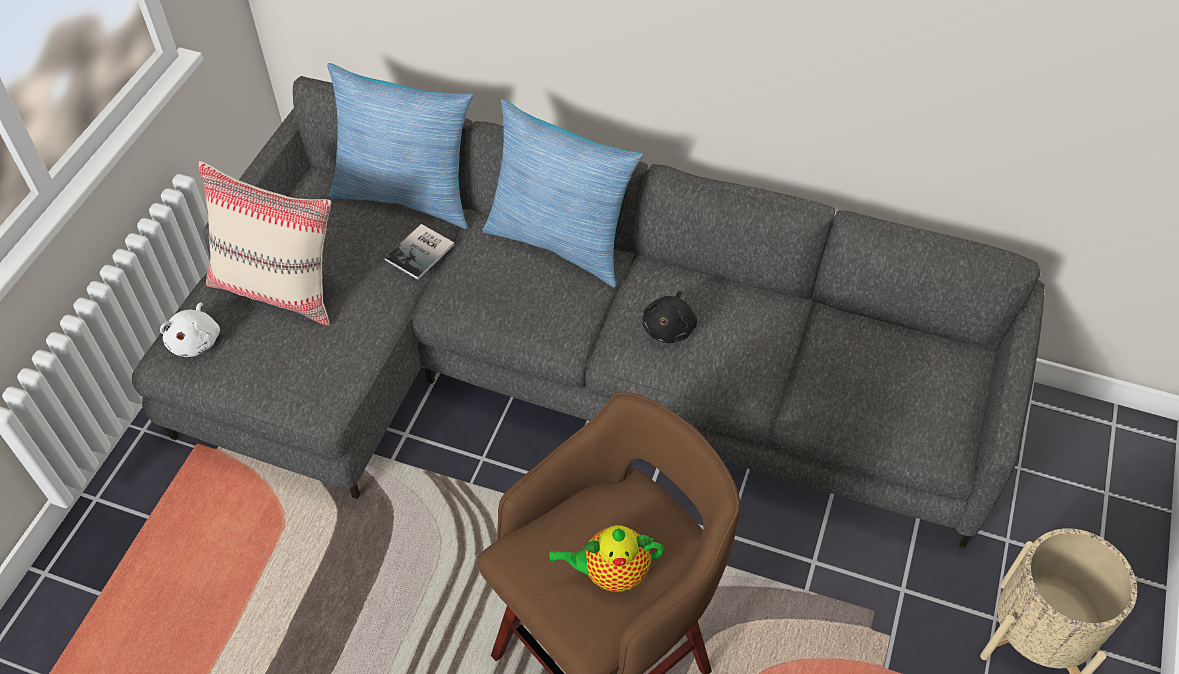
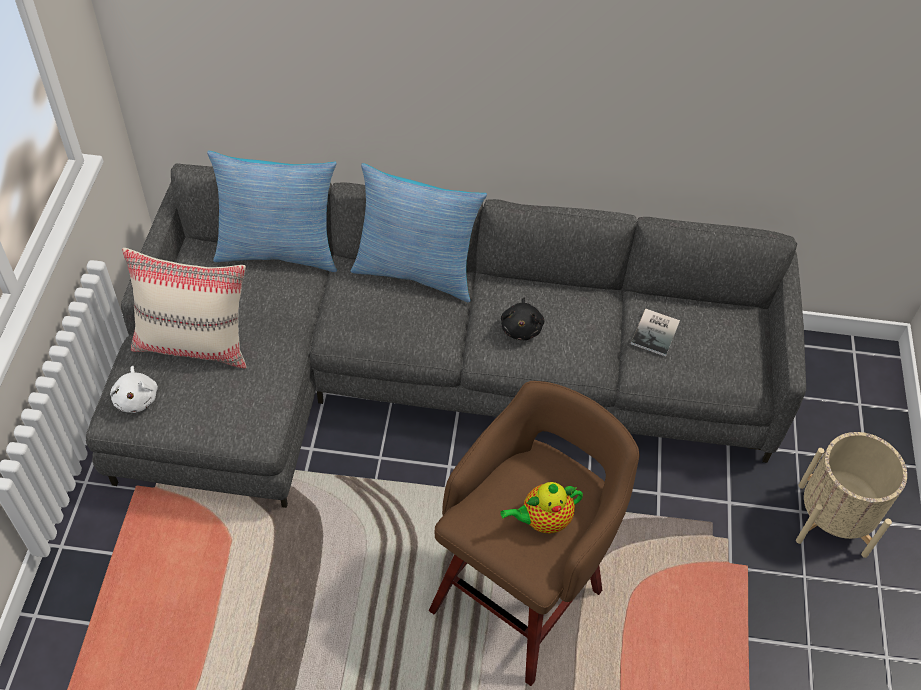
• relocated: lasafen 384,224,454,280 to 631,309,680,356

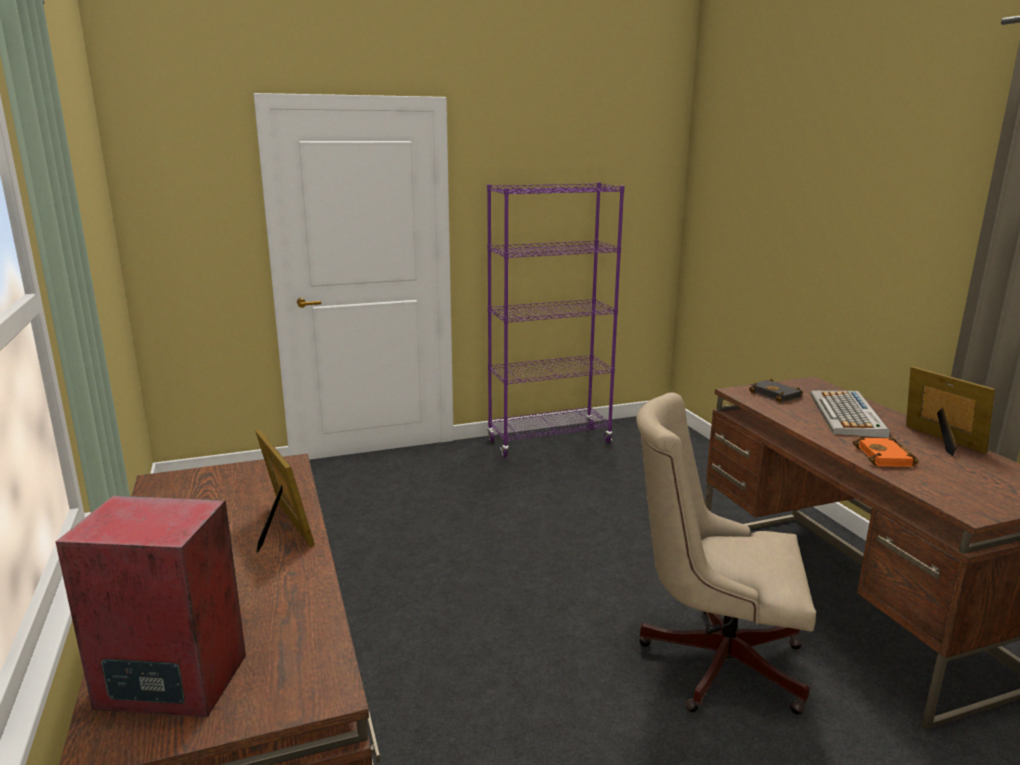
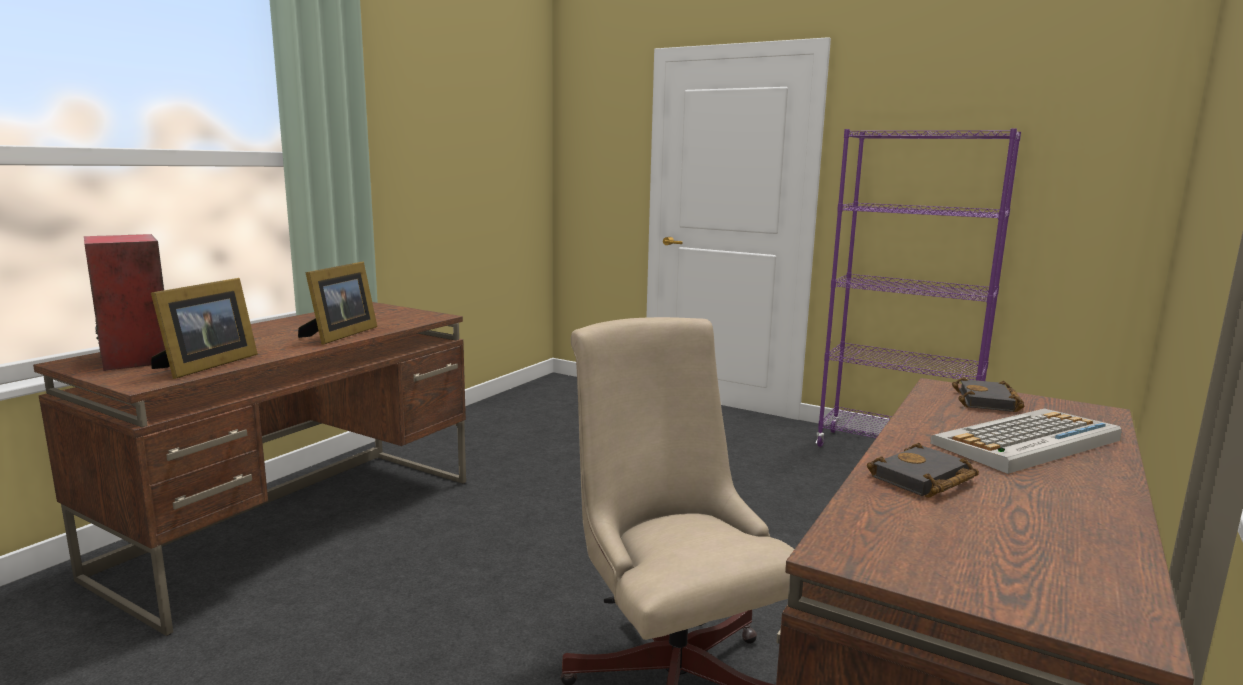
• relocated: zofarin 906,366,995,456 to 151,278,258,379
• colour: orange_lasafen 852,437,919,467 to black_lasafen 867,443,979,497

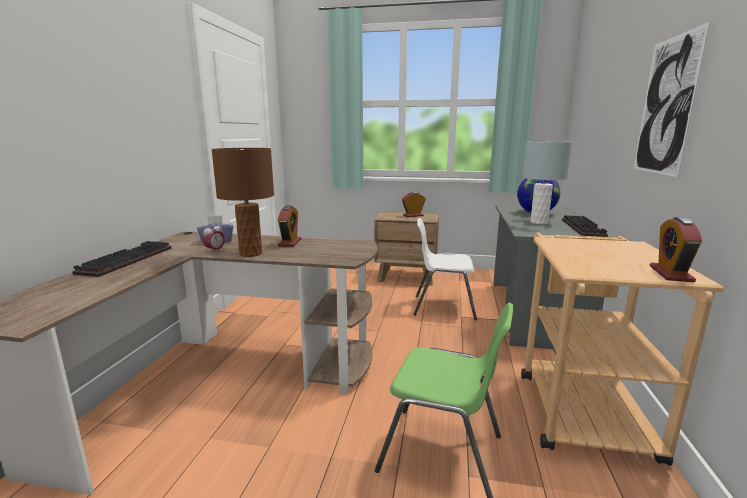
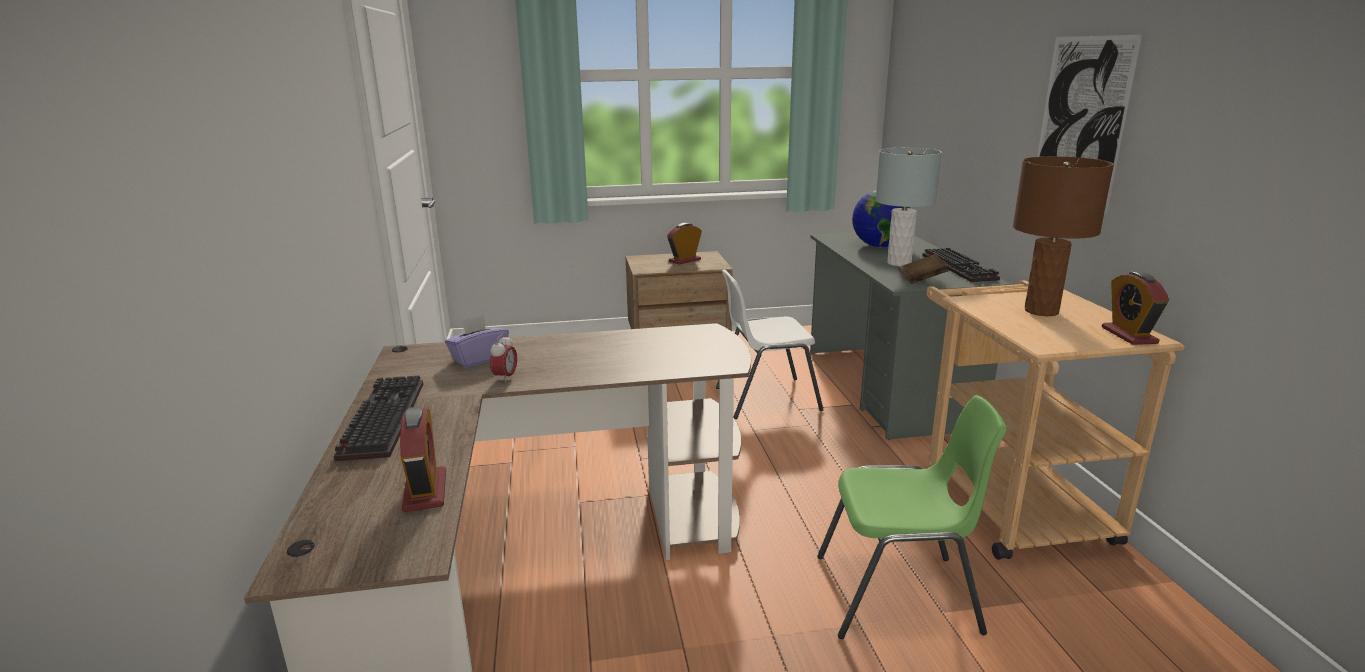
• appeared: brown_lasafen 899,254,948,284
• relocated: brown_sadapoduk 211,148,274,257 to 1013,156,1114,316
• relocated: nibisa 278,205,302,247 to 400,406,446,512

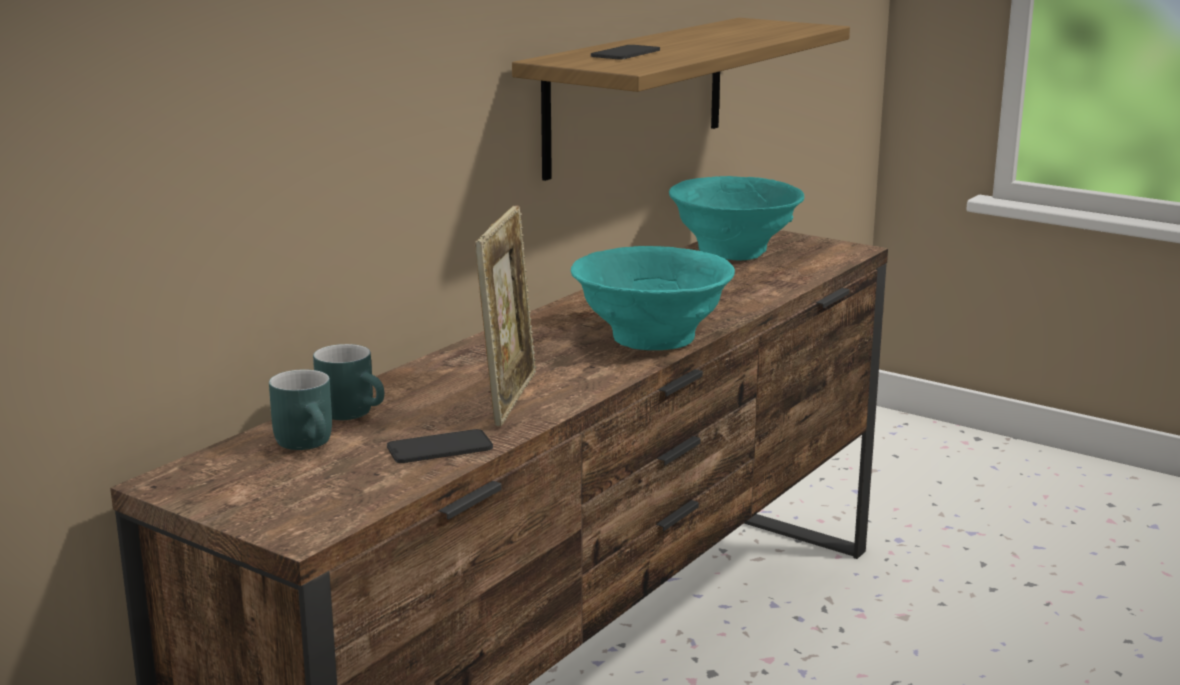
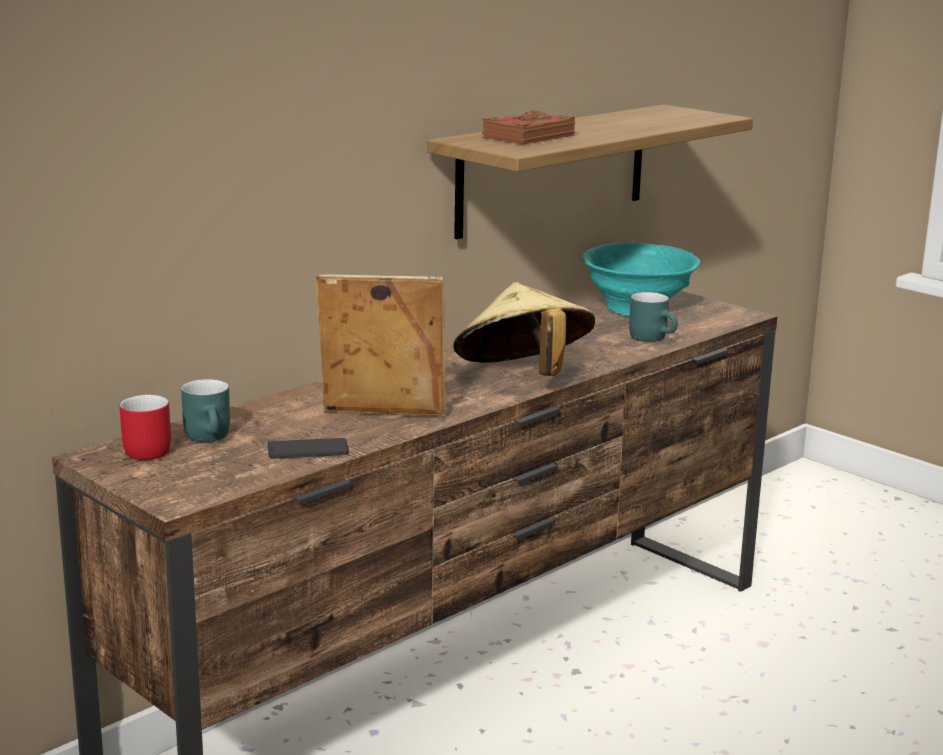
• appeared: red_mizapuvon 119,395,171,460
• relocated: turquoise_mizapuvon 313,344,384,420 to 629,292,678,342
• exchanged: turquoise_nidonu 571,246,735,350 to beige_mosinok 453,282,595,376
• exchanged: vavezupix 591,45,660,59 to brown_lasafen 482,111,575,145
• spun: zofarin 475,205,537,427 = 315,274,446,417 105 degrees counterclockwise

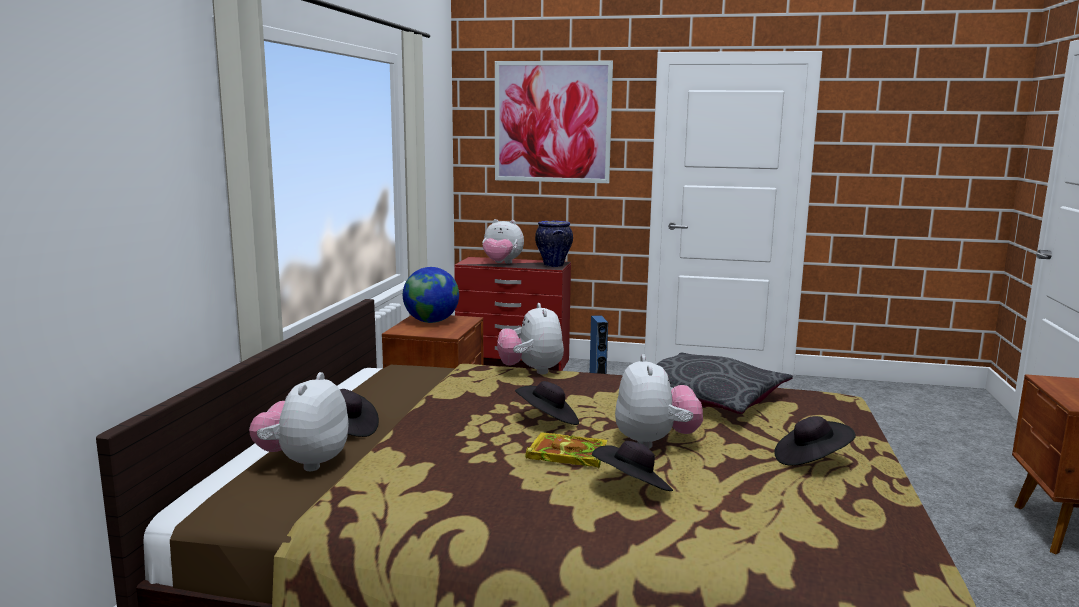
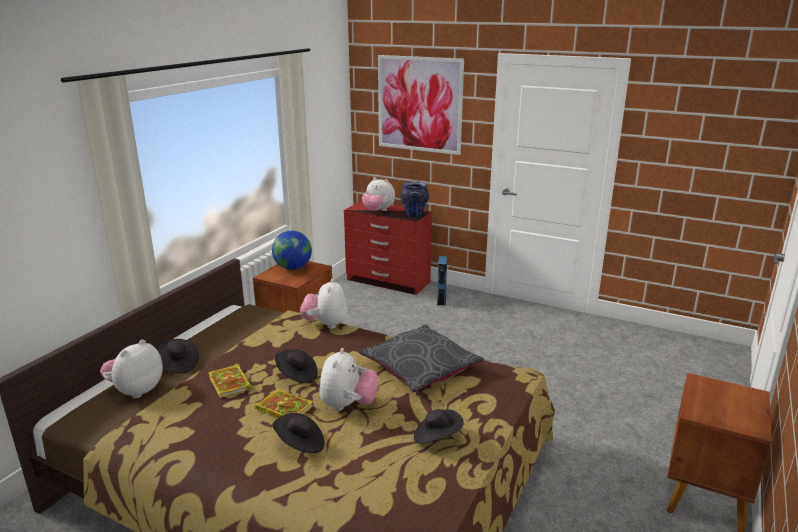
• appeared: lasafen 208,364,253,398

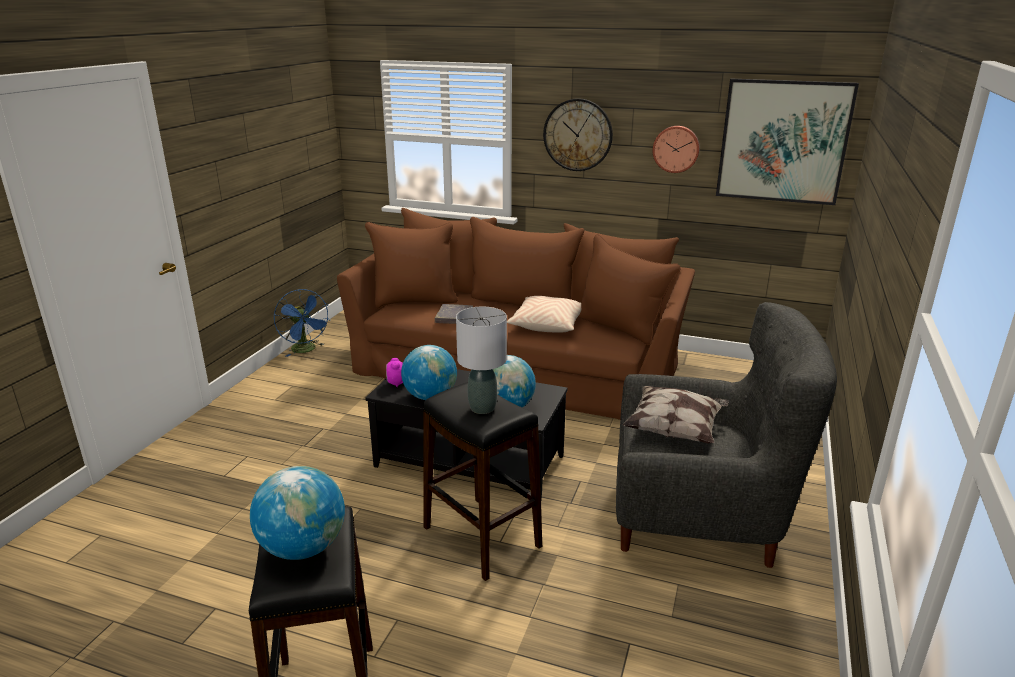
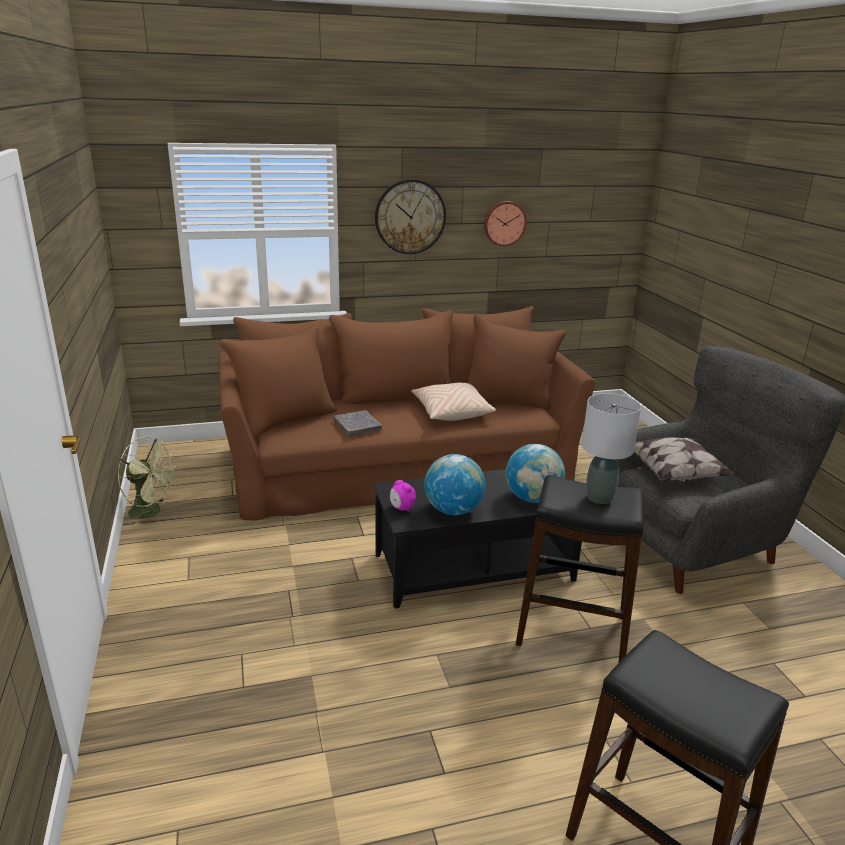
• missing: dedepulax 250,466,345,560
• missing: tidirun 716,79,859,205
• colour: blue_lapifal 274,289,331,357 to green_lapifal 118,437,179,527

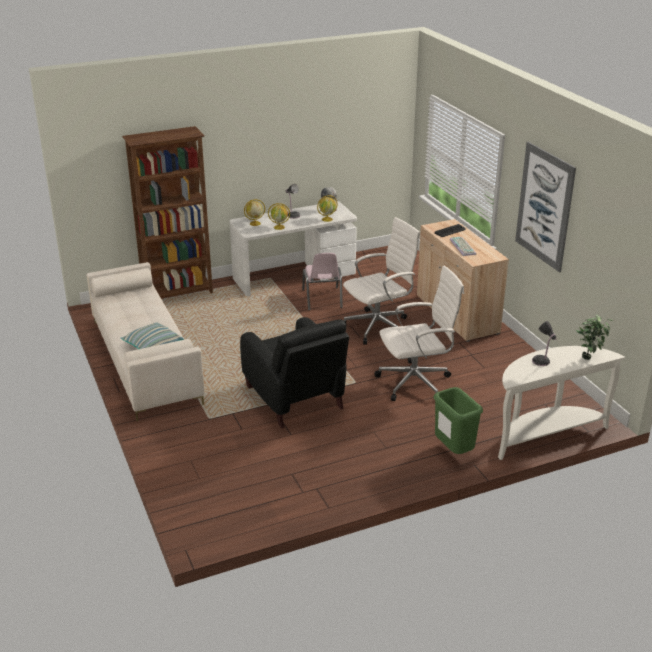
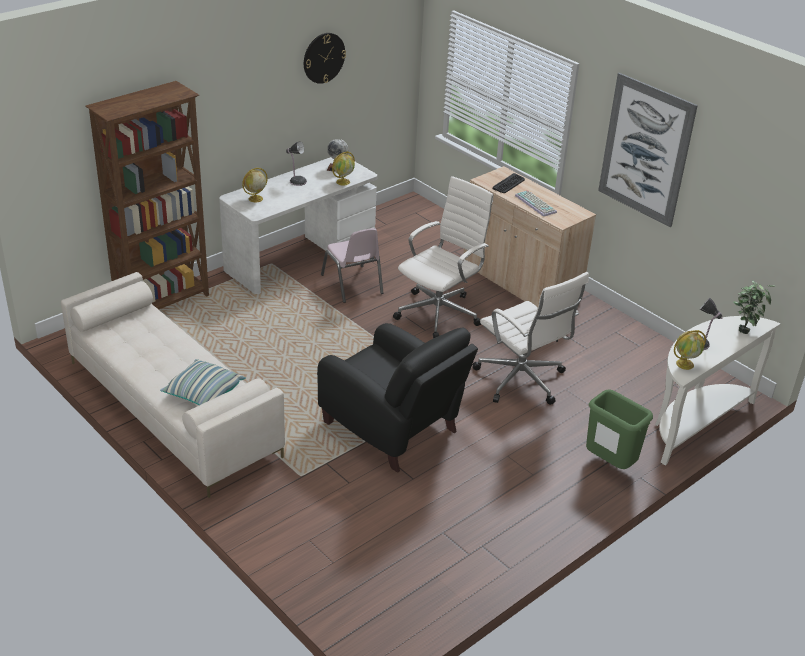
• appeared: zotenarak 304,33,346,84
• relocated: dedepulax 268,203,290,230 to 674,330,706,370
• spun: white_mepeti 374,265,464,401 = 473,272,589,405 90 degrees clockwise

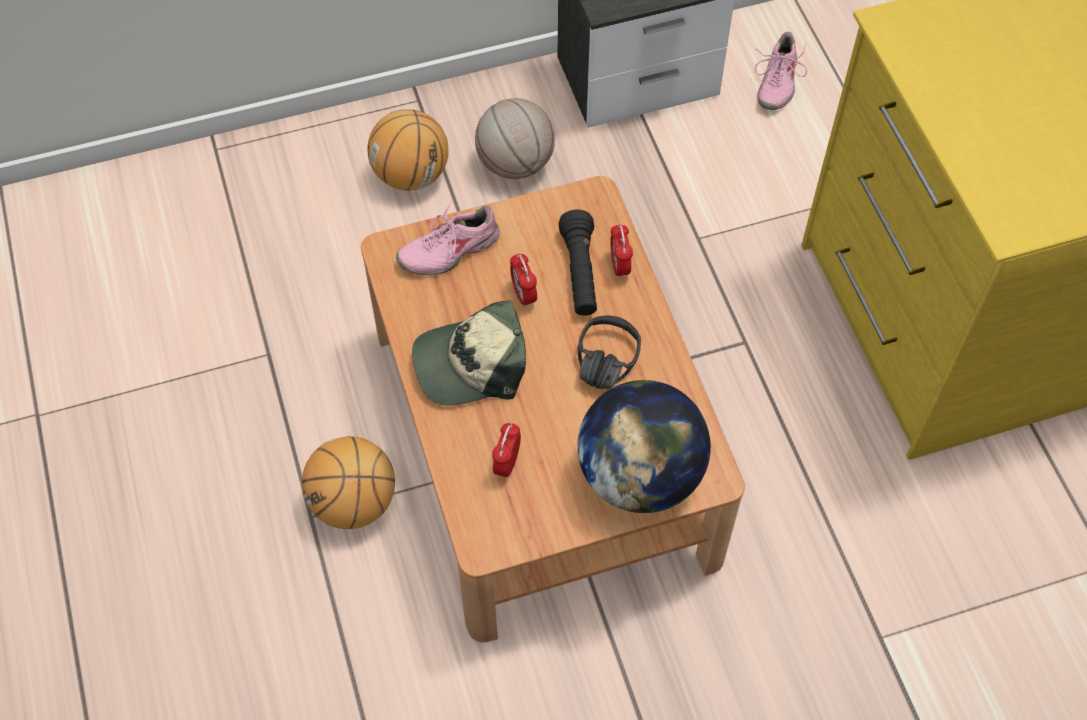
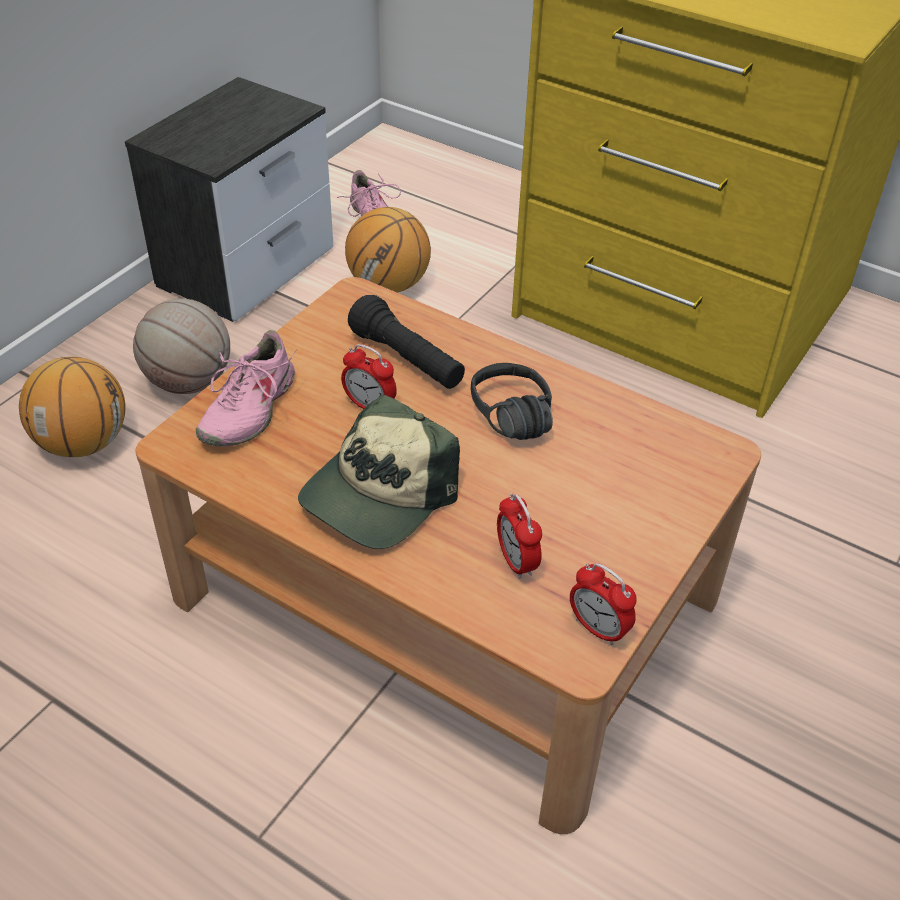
• missing: dedepulax 577,380,711,513
• relocated: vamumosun 302,436,395,529 to 345,207,431,292
• relocated: nibisa 610,223,633,278 to 570,563,637,646

